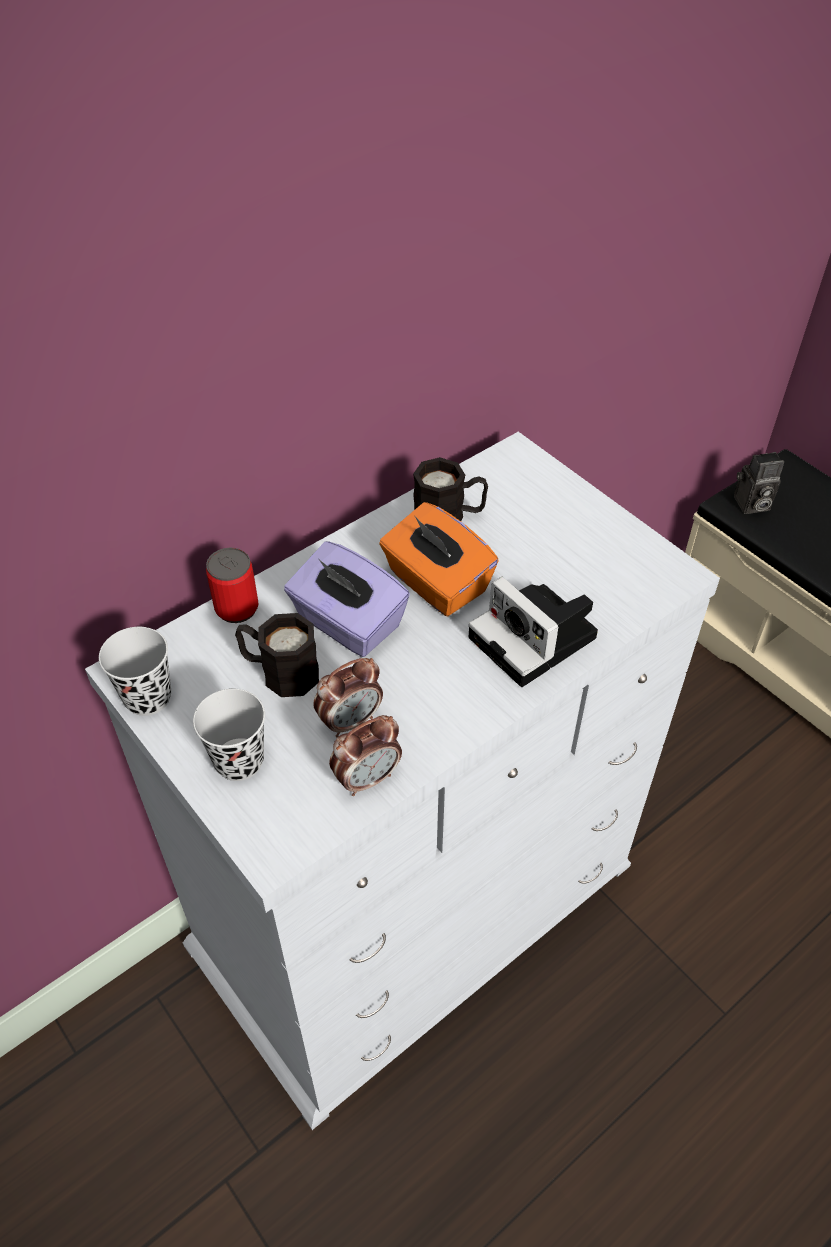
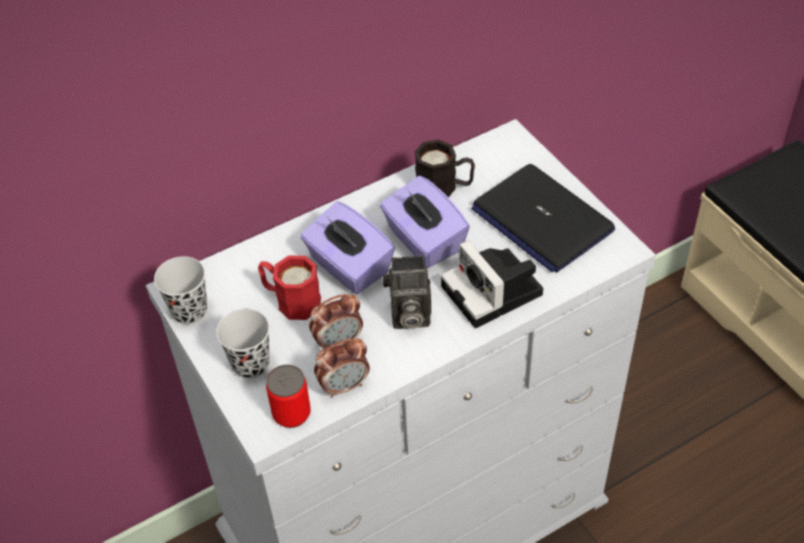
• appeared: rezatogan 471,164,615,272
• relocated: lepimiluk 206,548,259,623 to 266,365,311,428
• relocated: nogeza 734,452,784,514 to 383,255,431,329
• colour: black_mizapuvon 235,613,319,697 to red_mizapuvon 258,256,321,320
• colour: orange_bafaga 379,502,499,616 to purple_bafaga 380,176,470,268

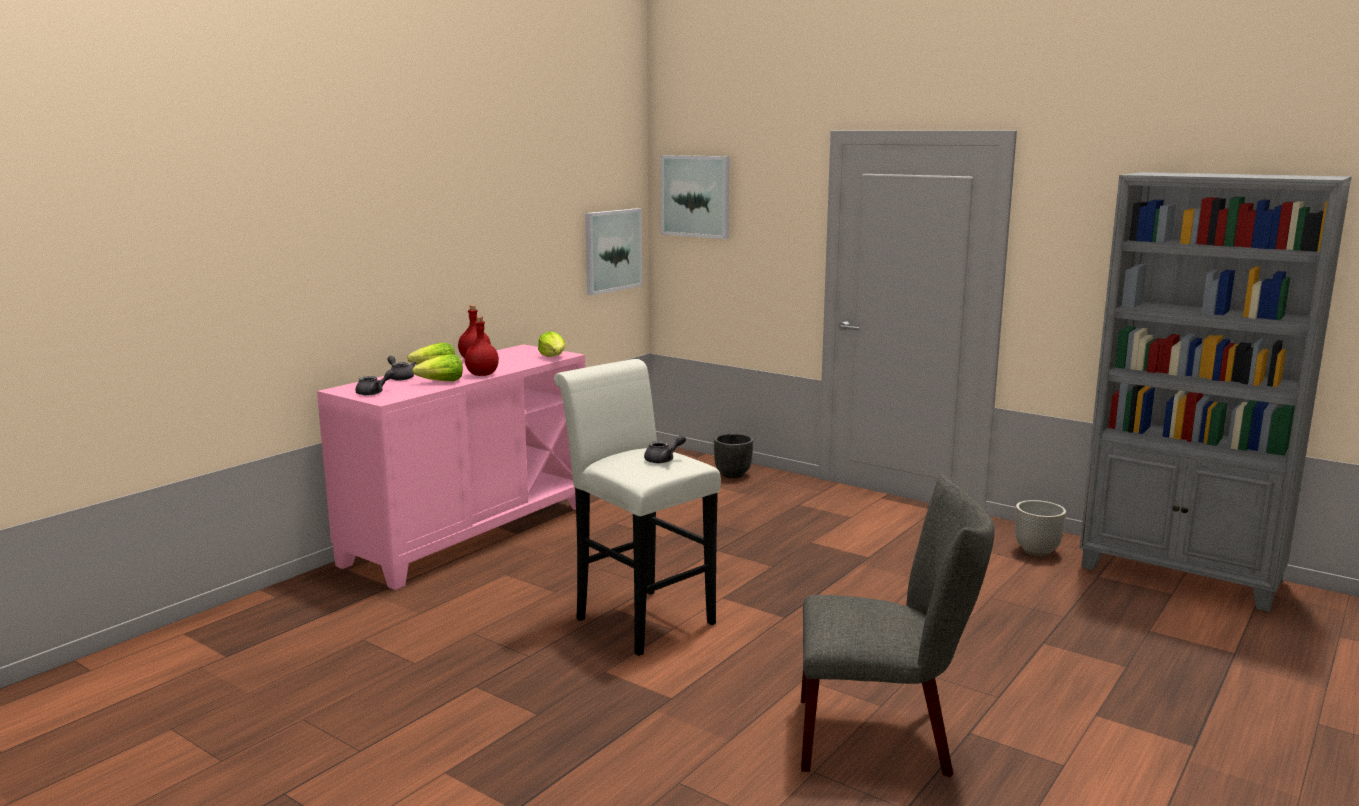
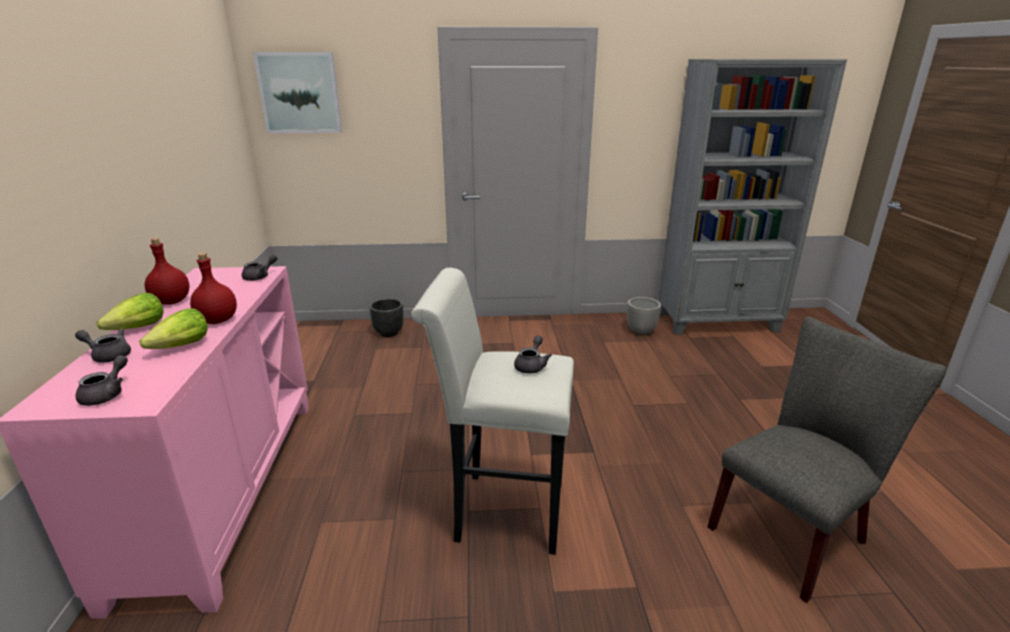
• missing: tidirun 585,208,642,295
• exchanged: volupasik 538,331,565,357 to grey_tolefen 242,254,278,281

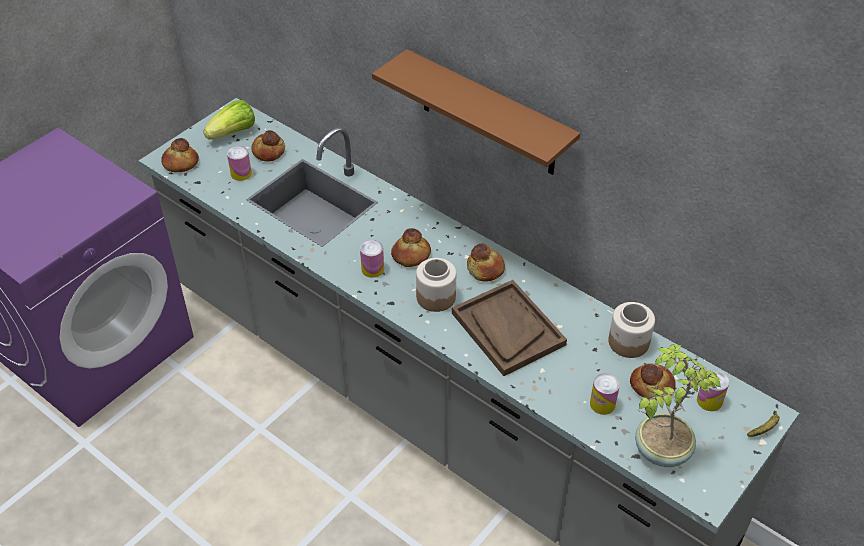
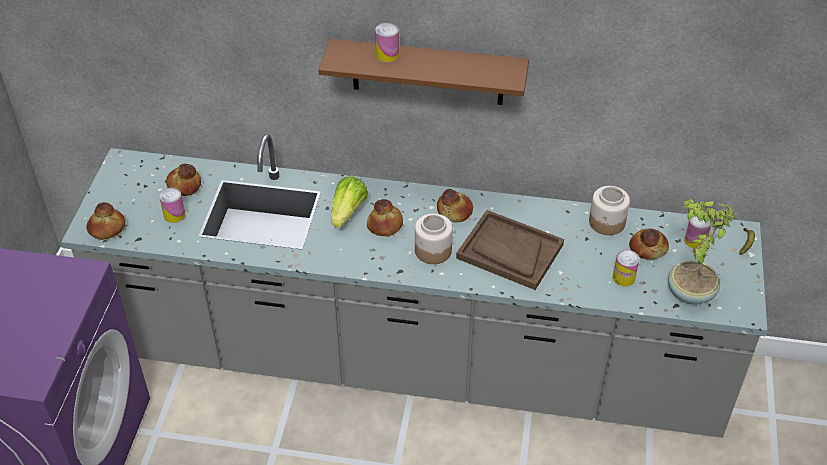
• relocated: volupasik 204,100,255,140 to 332,176,368,228
• relocated: lepimiluk 360,240,384,278 to 375,23,399,62

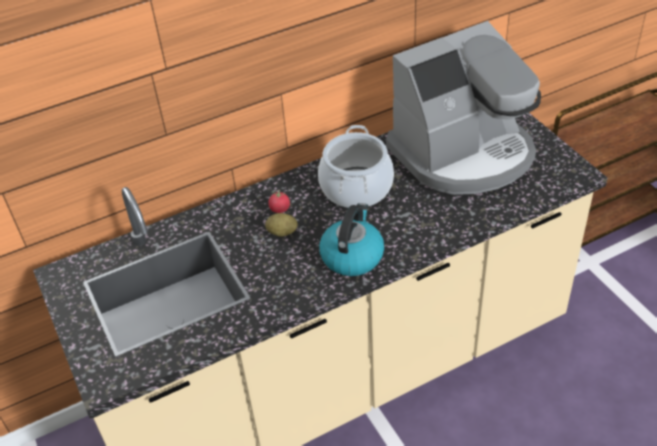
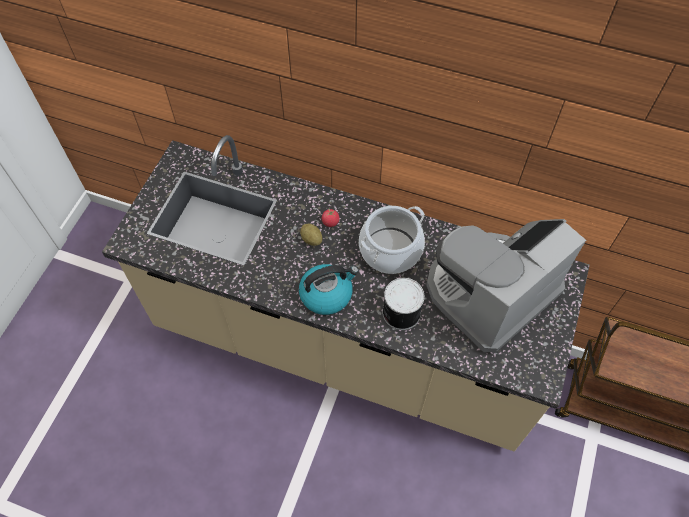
• appeared: lepimiluk 383,278,424,330
• spun: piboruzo 386,21,541,195 = 426,219,586,353 120 degrees clockwise

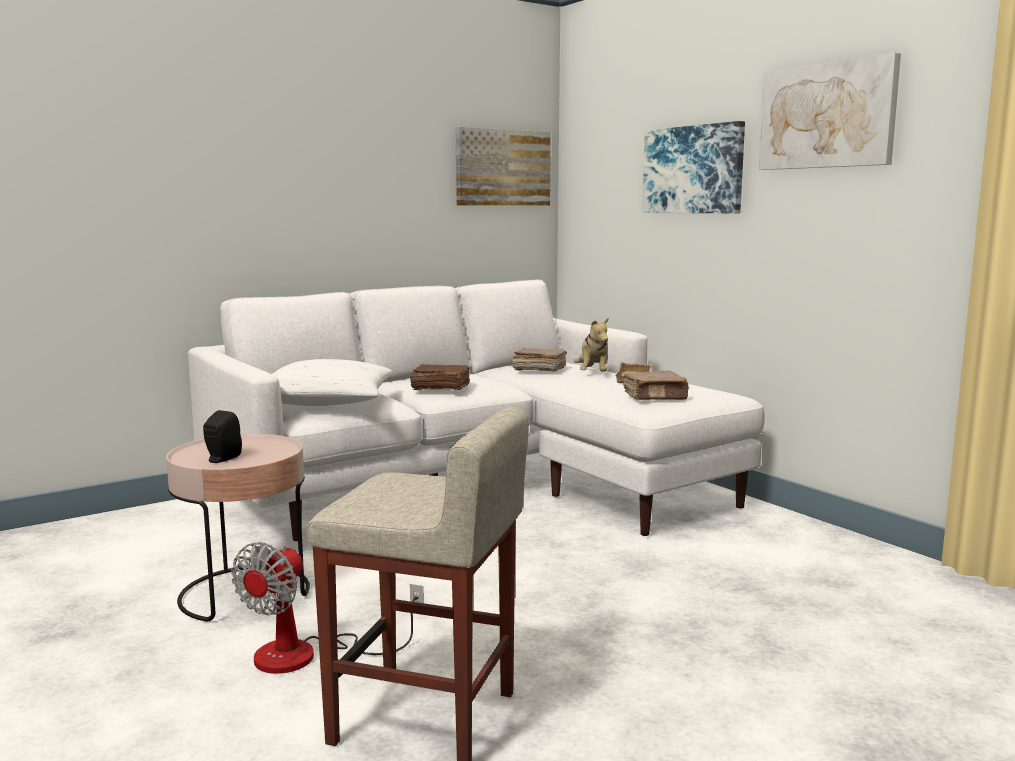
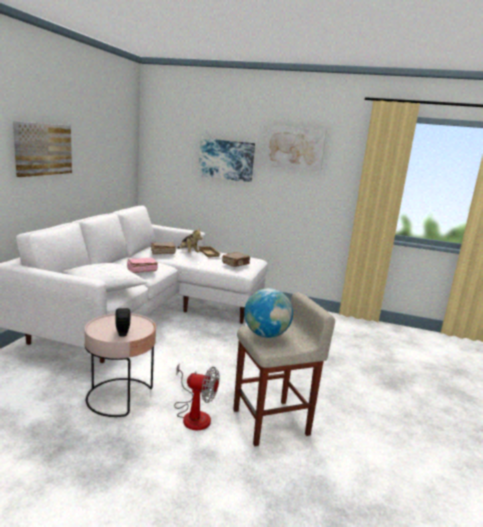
• appeared: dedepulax 244,288,293,338
• relocated: tidirun 456,127,551,206 to 13,121,72,177
• colour: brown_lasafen 410,364,470,390 to pink_lasafen 127,257,158,273
• spun: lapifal 231,542,424,674 = 174,364,220,431 60 degrees counterclockwise

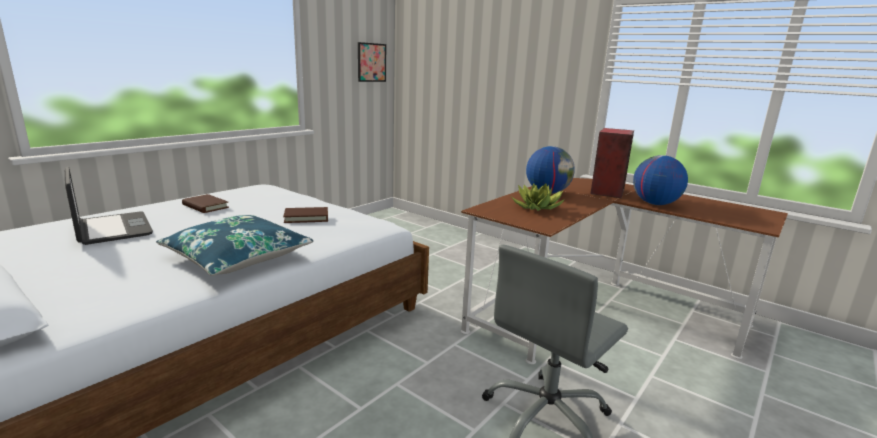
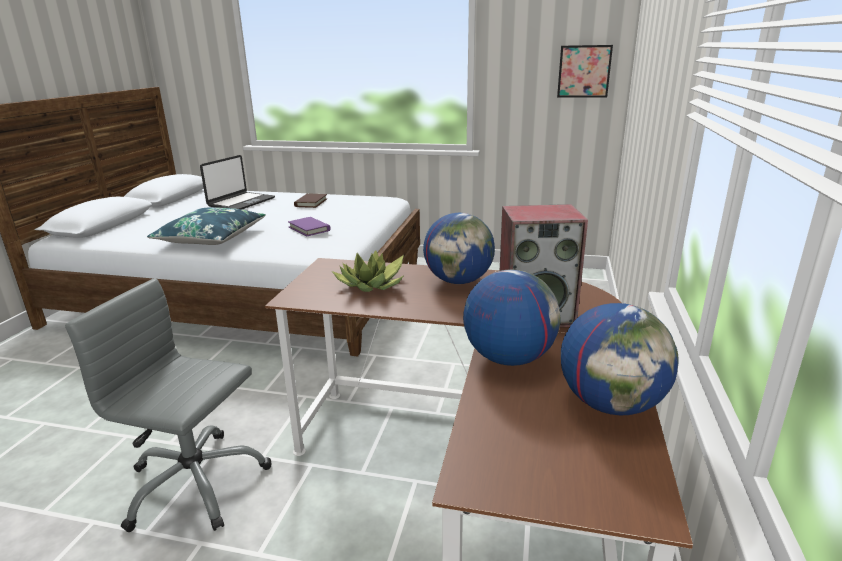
• appeared: dedepulax 561,303,679,415
• colour: brown_lasafen 283,207,328,223 to purple_lasafen 288,217,331,236

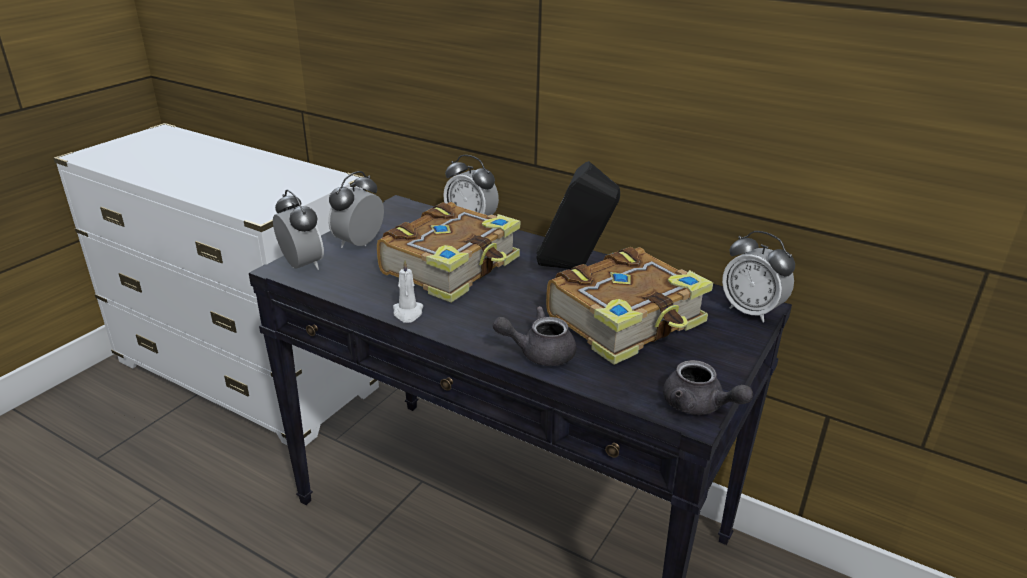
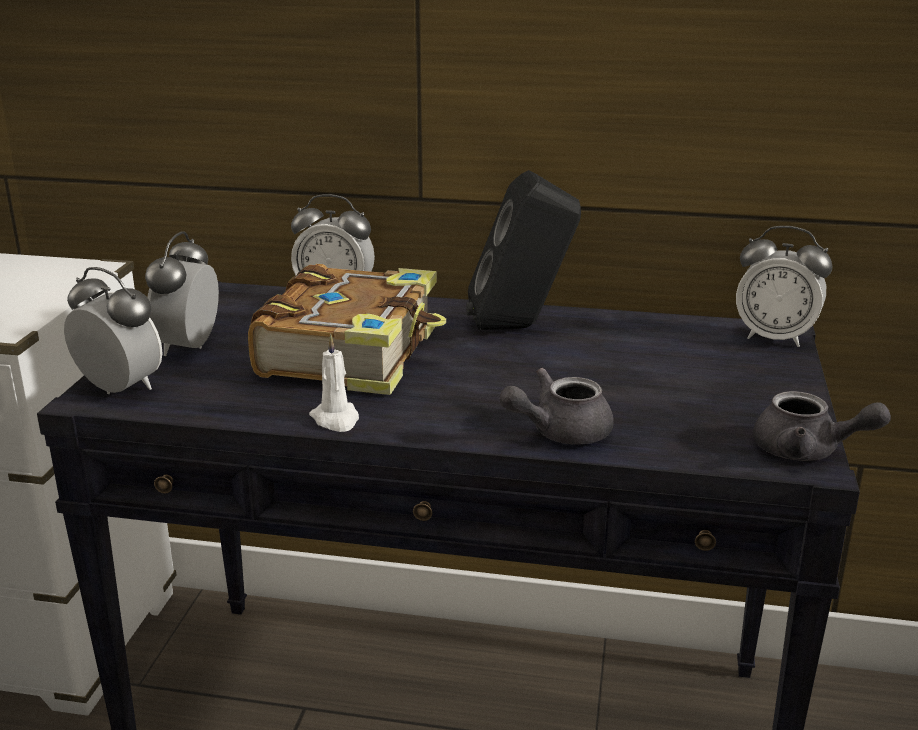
• missing: lasafen 546,247,713,365

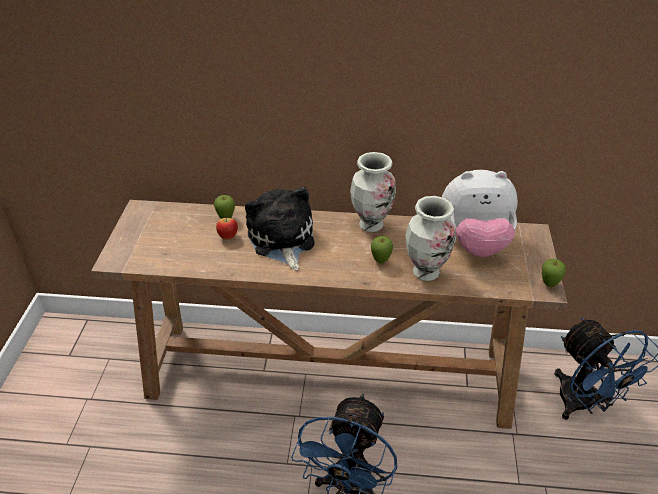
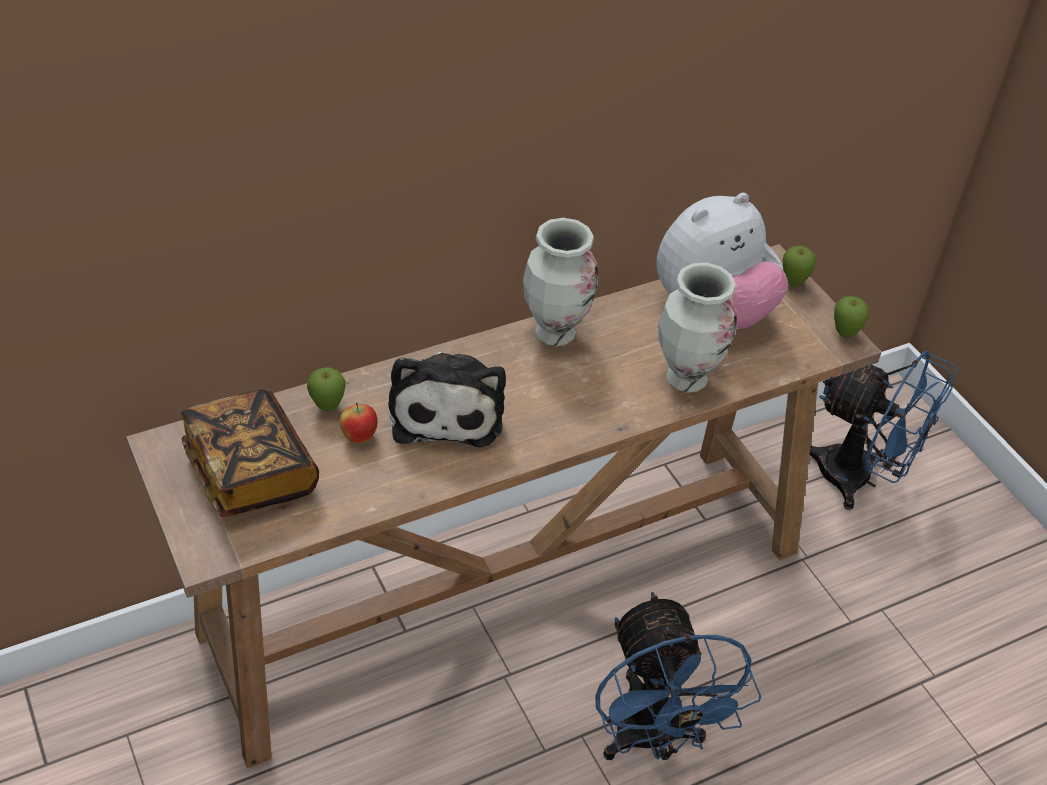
• appeared: lasafen 181,389,319,517
• relocated: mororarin 371,236,393,264 to 783,246,816,287
• spun: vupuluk 245,187,315,270 = 388,352,506,447 135 degrees counterclockwise

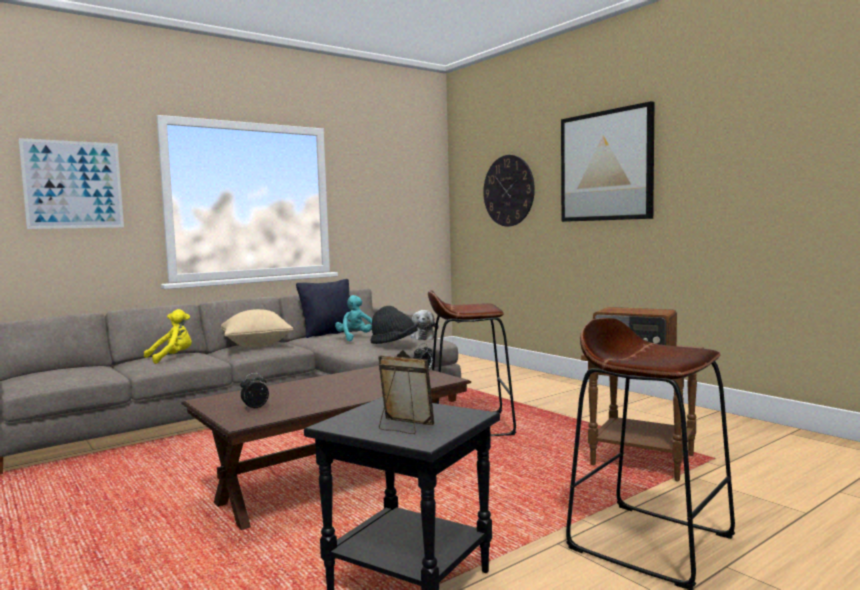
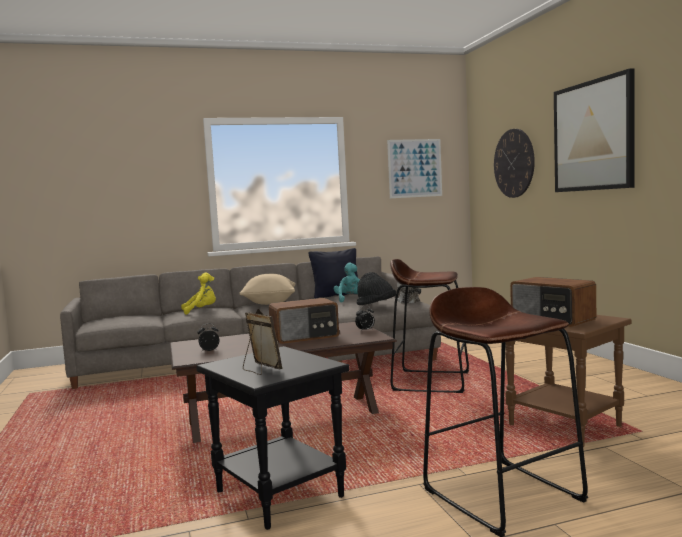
• appeared: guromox 269,298,339,344
• relocated: tidirun 18,138,124,229 to 387,139,442,198

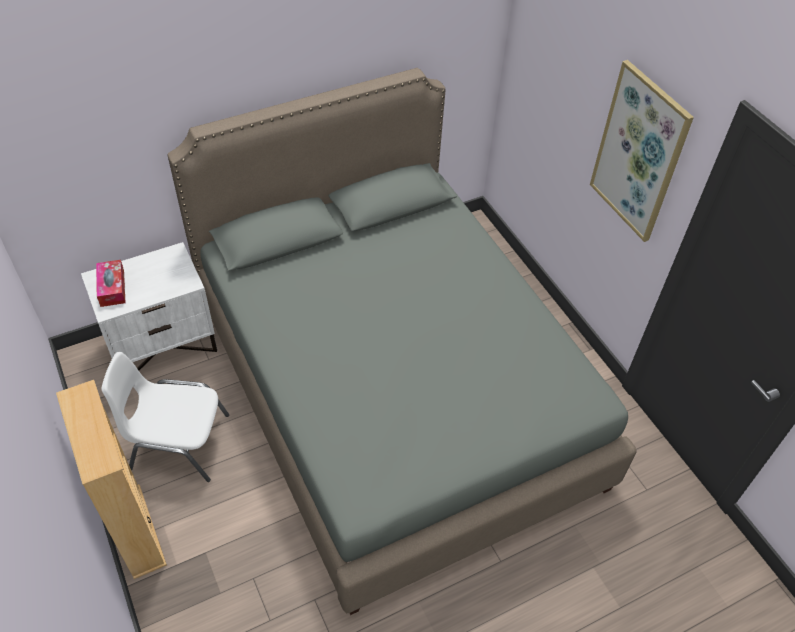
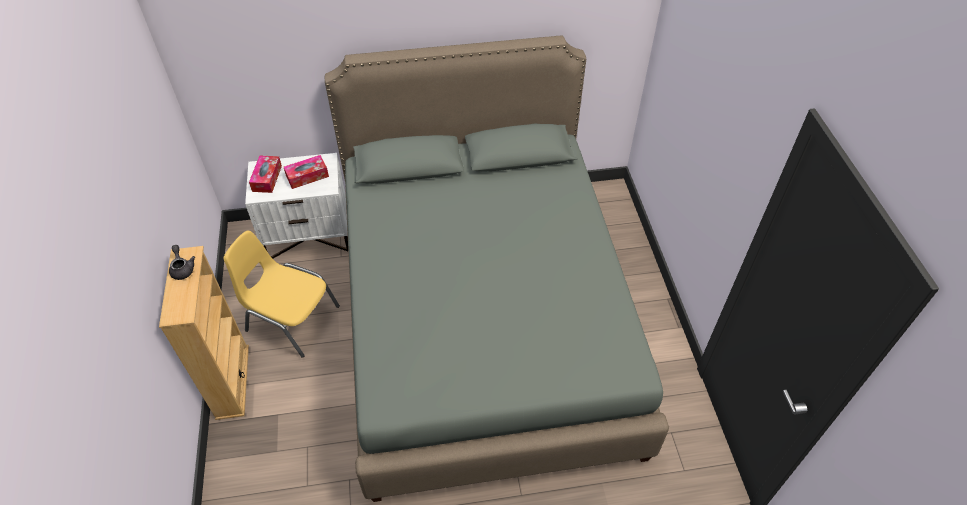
• missing: tidirun 590,60,694,242
• appeared: grey_tolefen 169,245,195,280
• appeared: bafaga 284,155,329,189
• colour: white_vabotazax 101,352,229,482 to yellow_vabotazax 224,231,340,358

